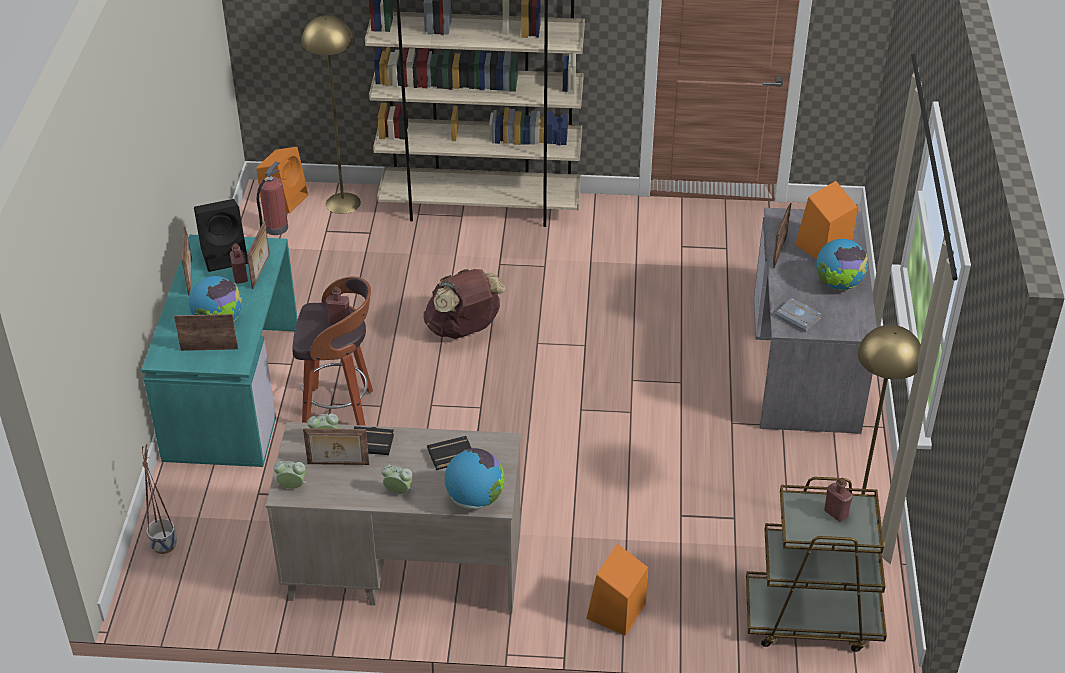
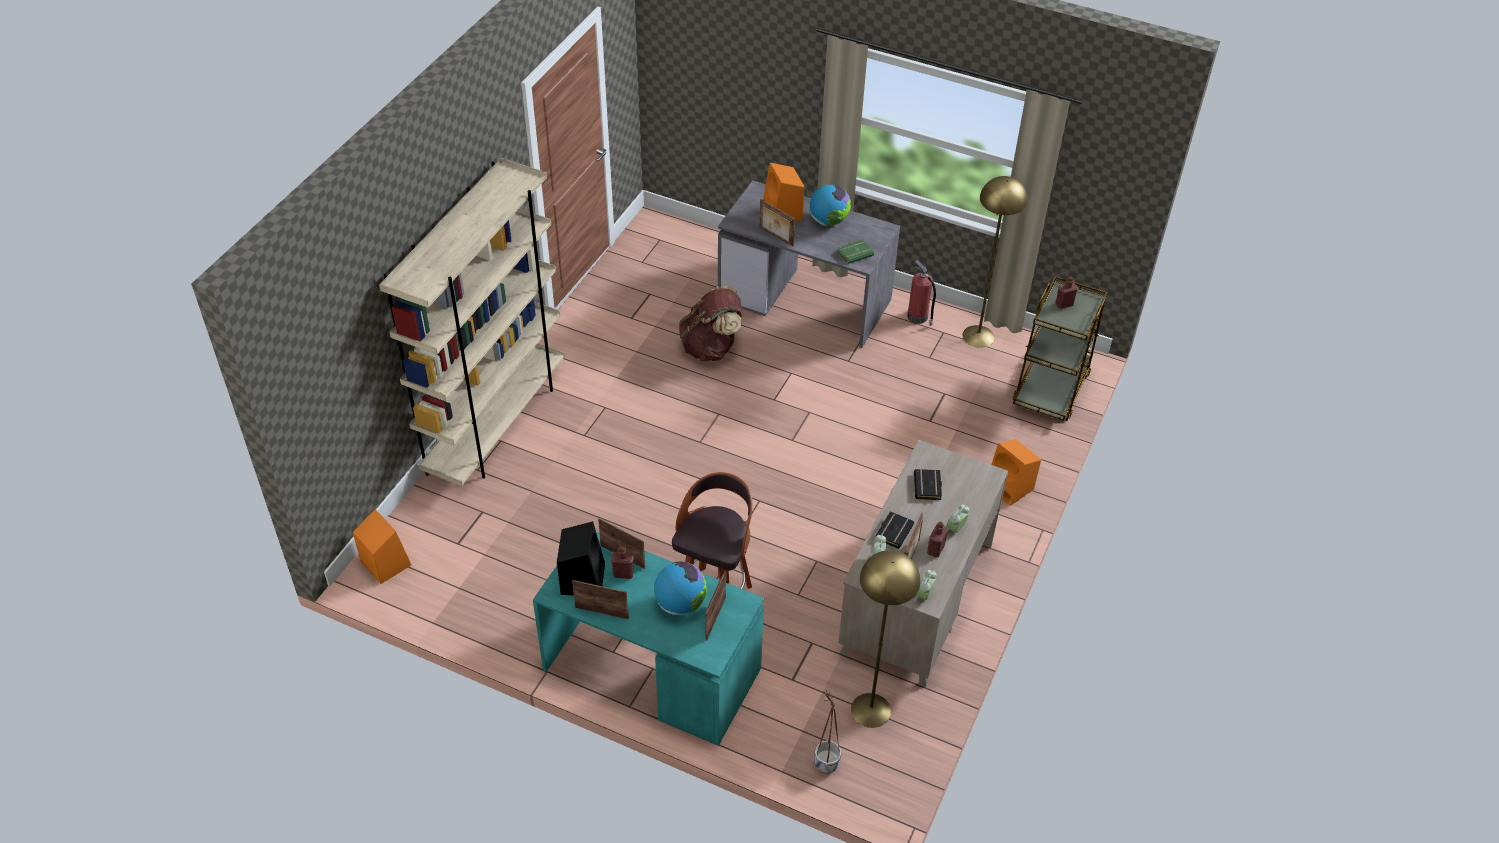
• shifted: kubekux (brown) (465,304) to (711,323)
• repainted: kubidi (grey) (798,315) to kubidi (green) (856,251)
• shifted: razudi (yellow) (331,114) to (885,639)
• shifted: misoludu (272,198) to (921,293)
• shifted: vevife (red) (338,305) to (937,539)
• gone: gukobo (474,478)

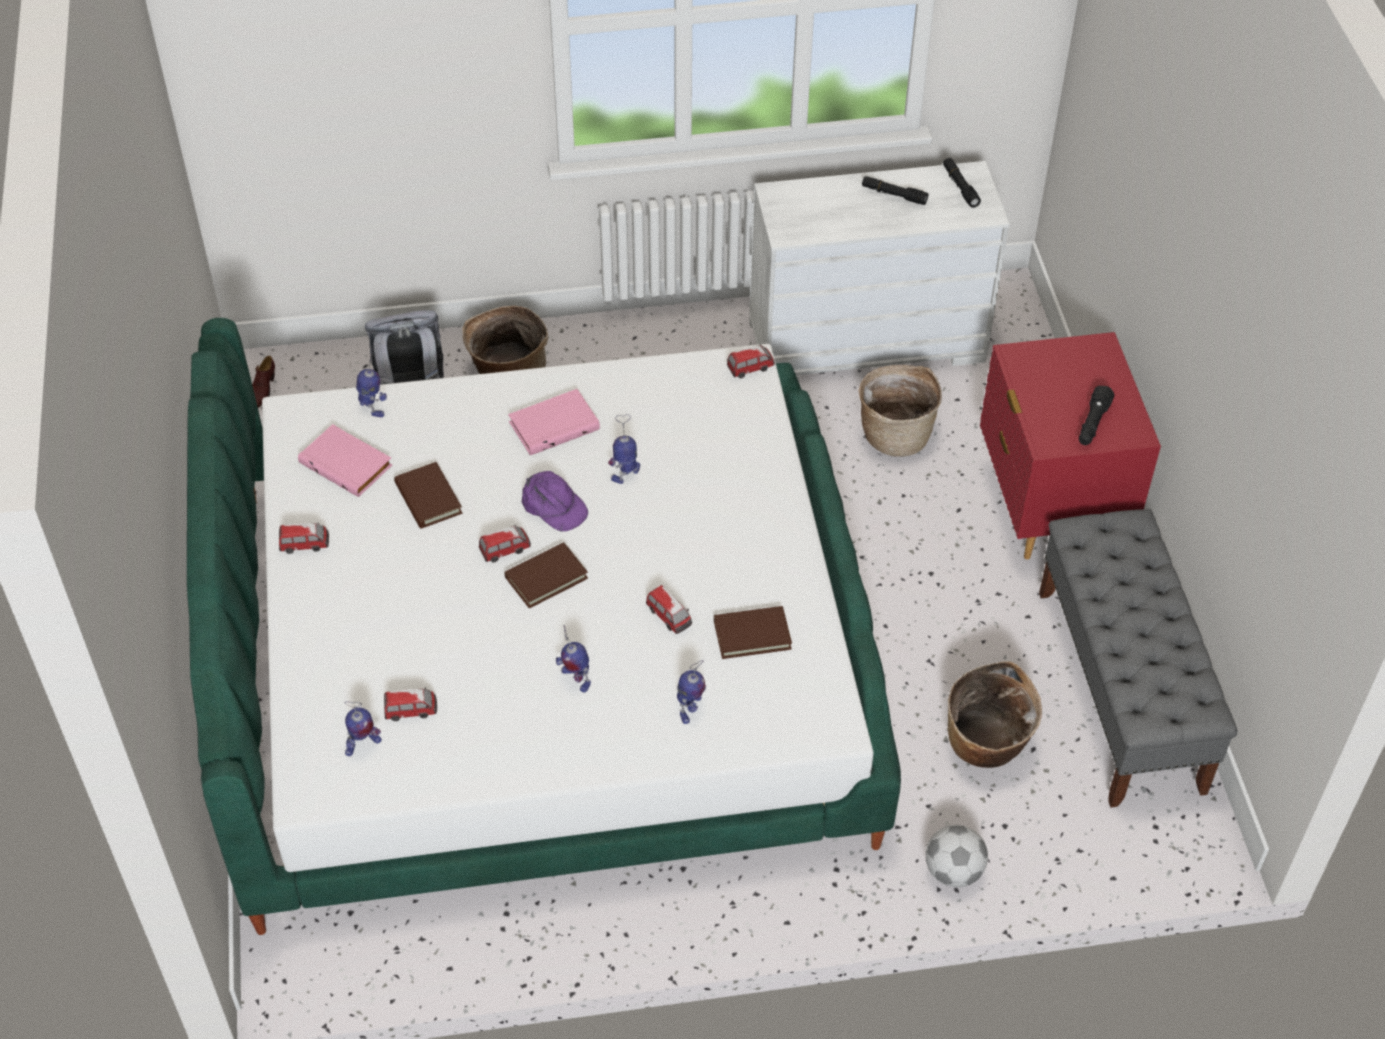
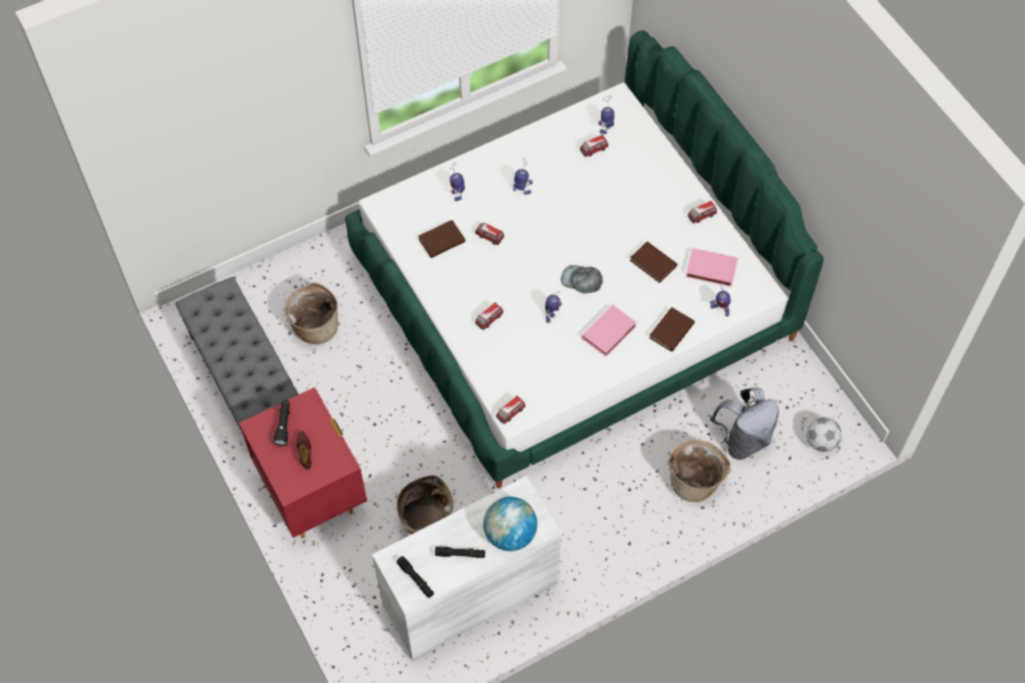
• shifted: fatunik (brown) (263,382) to (304,450)
• shifted: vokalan (505,544) to (489,316)
• new: gukobo (510,524)
• repainted: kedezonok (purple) (555,501) to kedezonok (grey) (582,279)
• shifted: kubidi (brown) (546,575) to (672,329)
• shifted: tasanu (957,856) to (824,434)

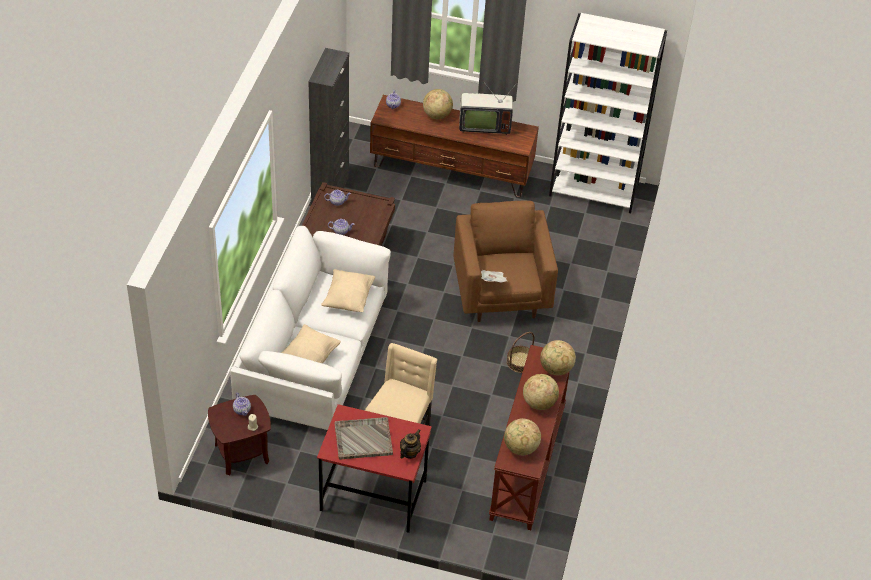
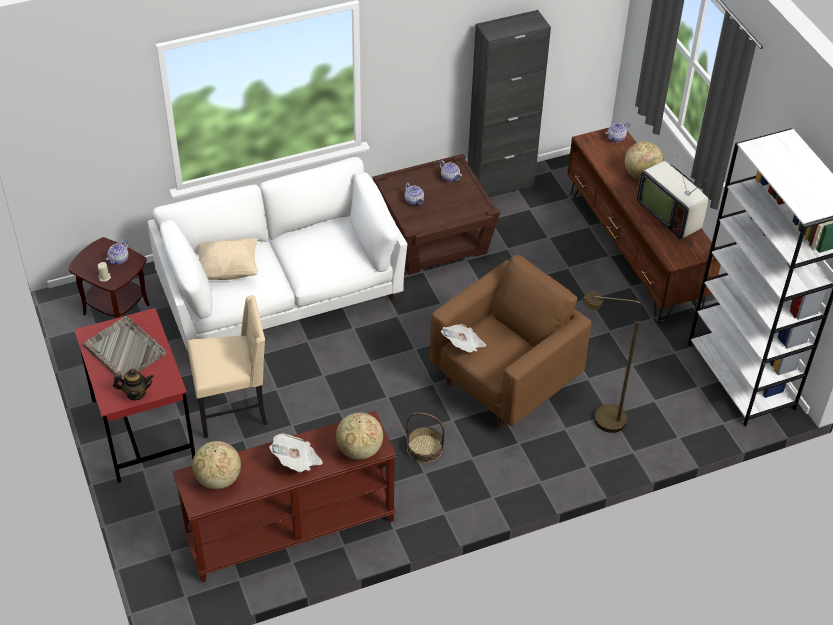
• swapped: gukobo (541,392) to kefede (296,452)
• new: razudi (brown) (612,362)
• gone: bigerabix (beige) (348,290)

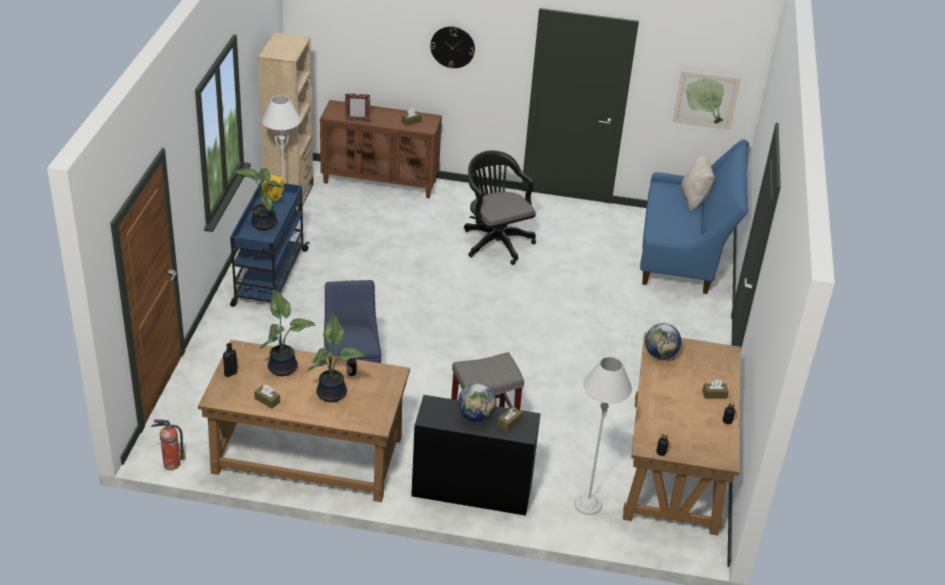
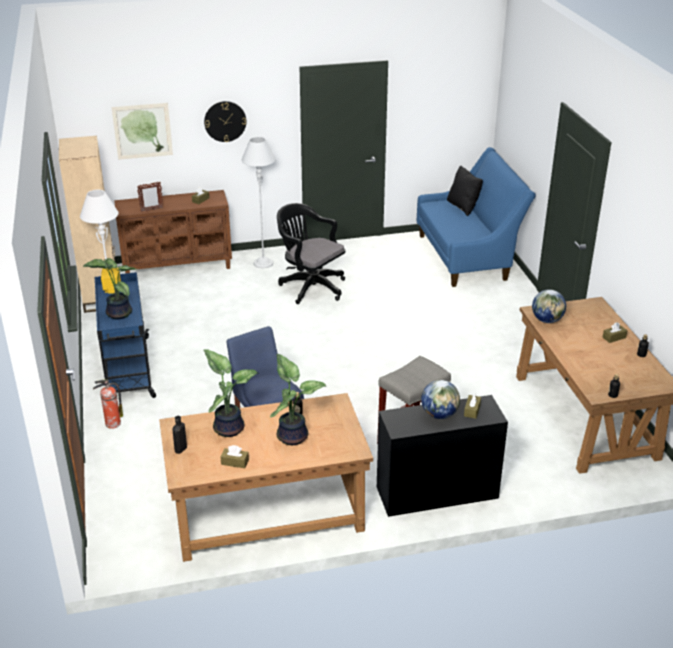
• shifted: misoludu (168,444) to (108,404)
• shifted: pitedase (707,100) to (142,131)
• shifted: razudi (grey) (603,436) to (259,202)
• repainted: bigerabix (beige) (698,181) to bigerabix (black) (465,191)

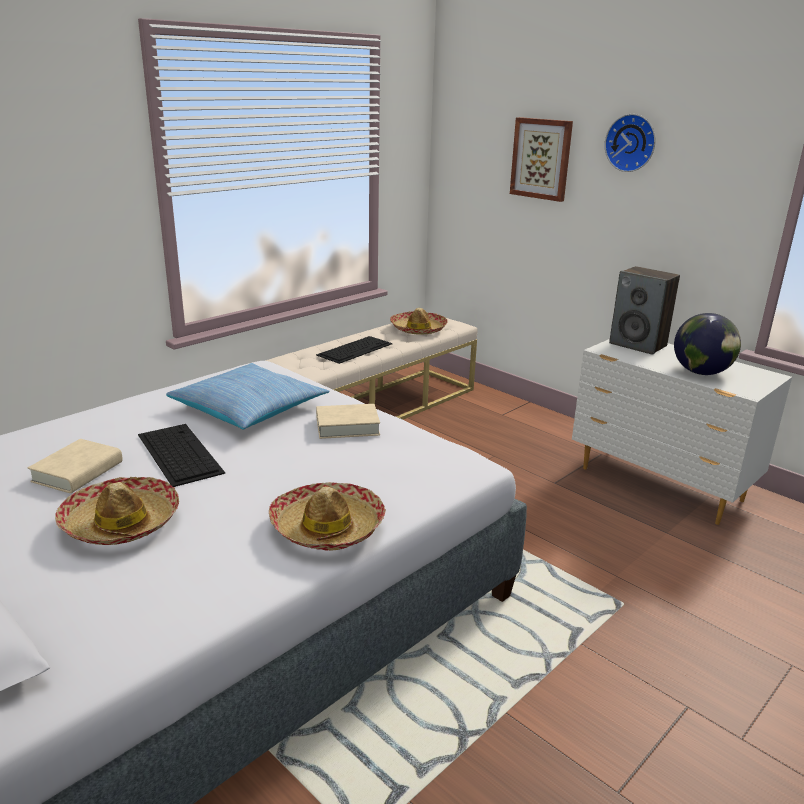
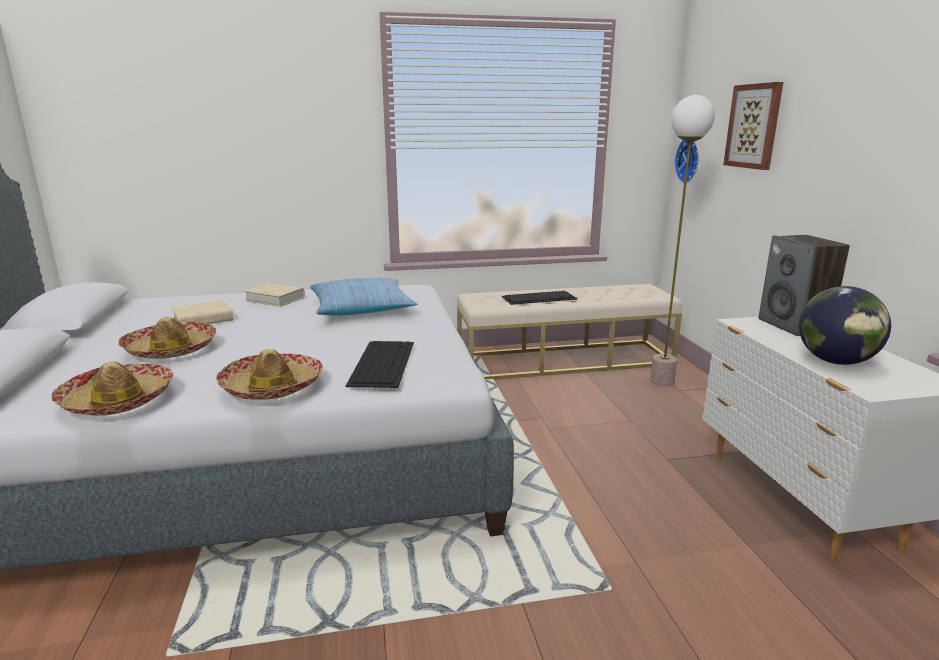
• shifted: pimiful (419,321) to (112,388)
• shifted: kubidi (beige) (348,421) to (274,295)
• shifted: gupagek (181,455) to (380,364)
• new: razudi (682,240)
• shifted: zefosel (630,143) to (686,161)

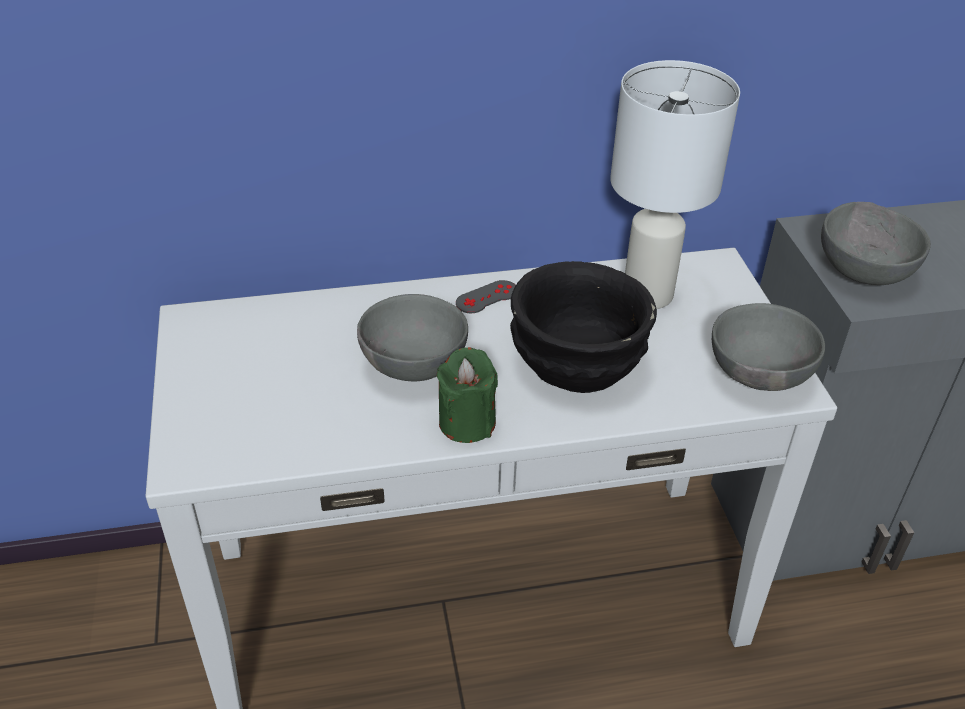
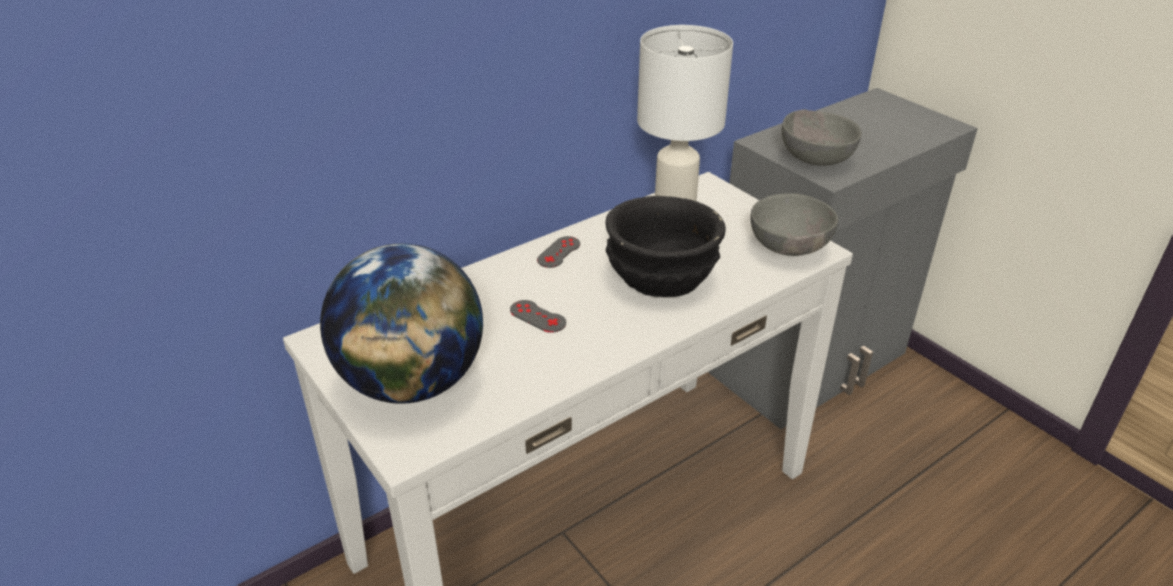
• new: gukobo (401,323)
• swapped: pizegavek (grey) (412,337) to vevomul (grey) (538,316)
• gone: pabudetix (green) (467,395)

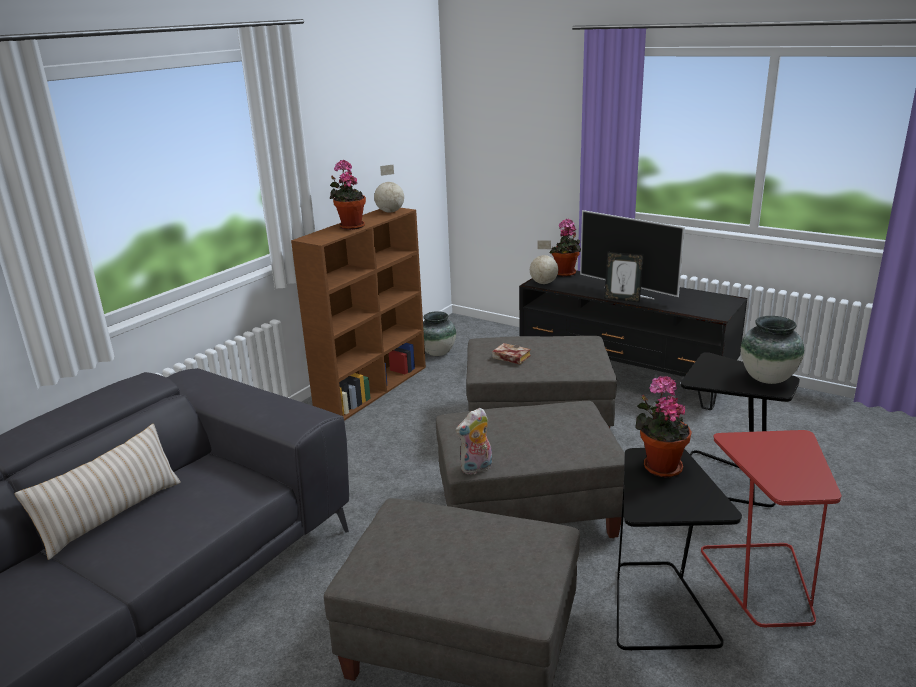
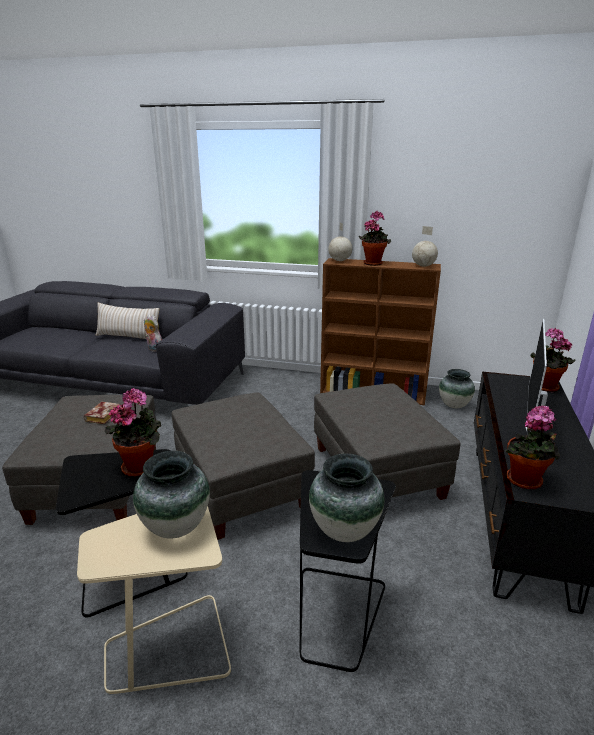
• repainted: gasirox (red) (771,529) to gasirox (beige) (154,600)
• shifted: kubidi (511,353) to (101,413)
• new: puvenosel (171,494)
• shifted: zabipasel (473,441) to (153,333)
• shifted: gukobo (544,262) to (340,241)
• new: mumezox (532,447)
• gone: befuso (624,277)

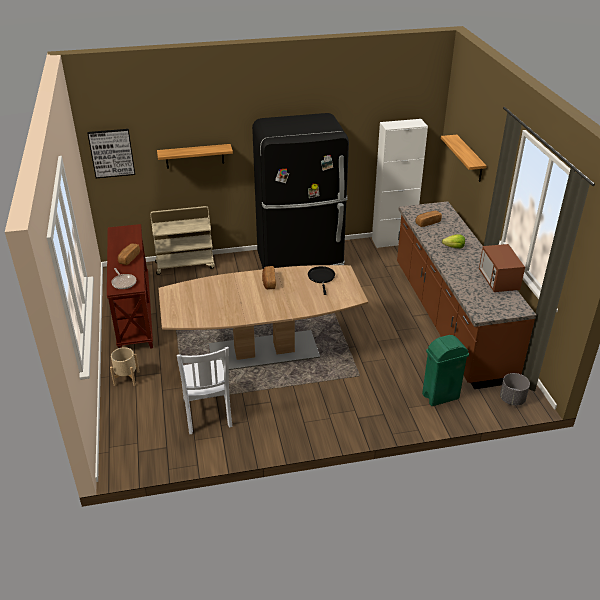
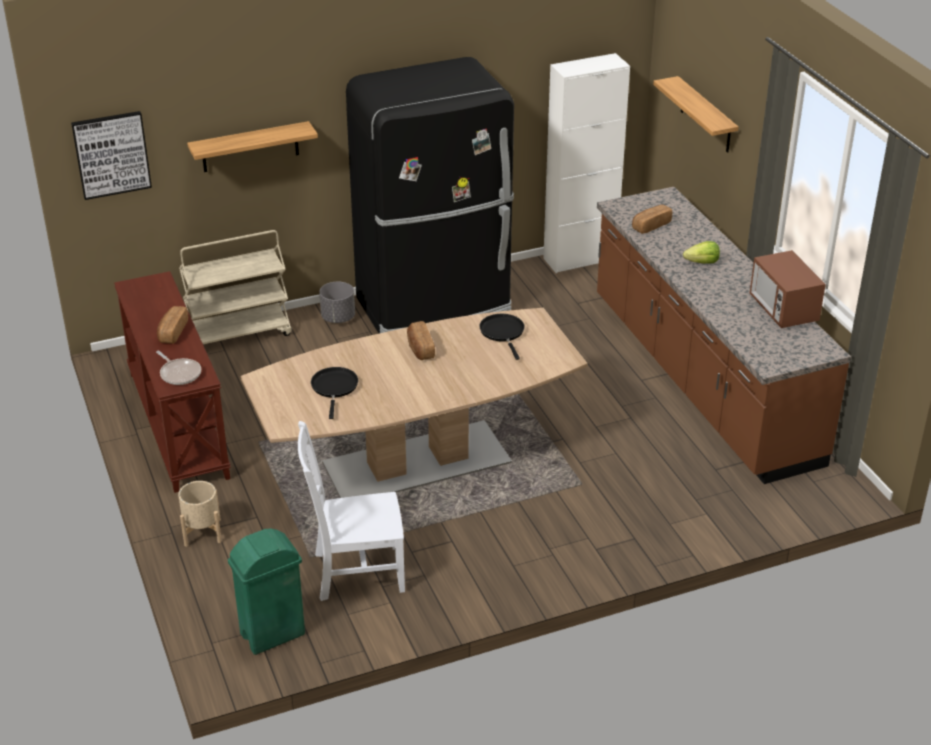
• shifted: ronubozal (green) (445,370) to (266,591)
• rotated: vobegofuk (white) (204,390) = (351,511) 105 degrees clockwise
• new: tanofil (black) (334,393)
• shifted: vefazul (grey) (515,389) to (337,302)

